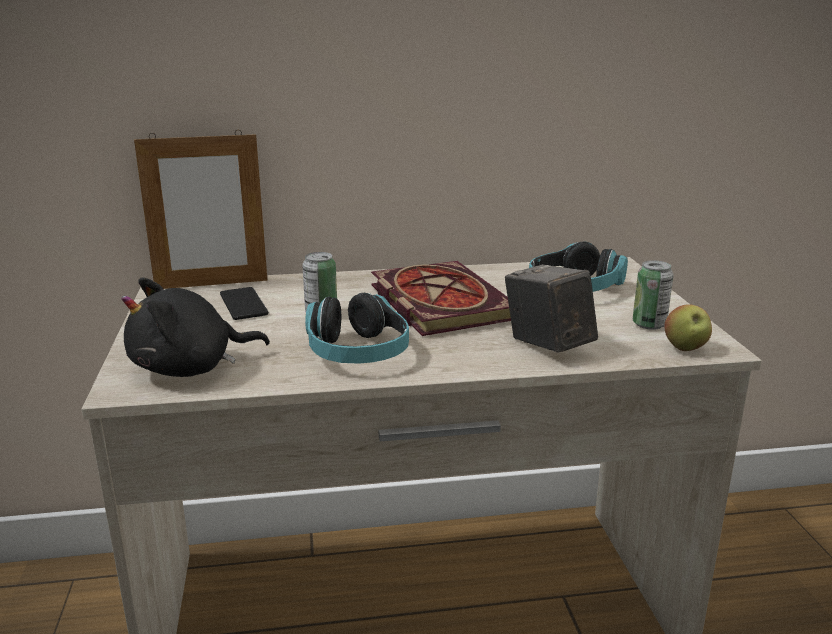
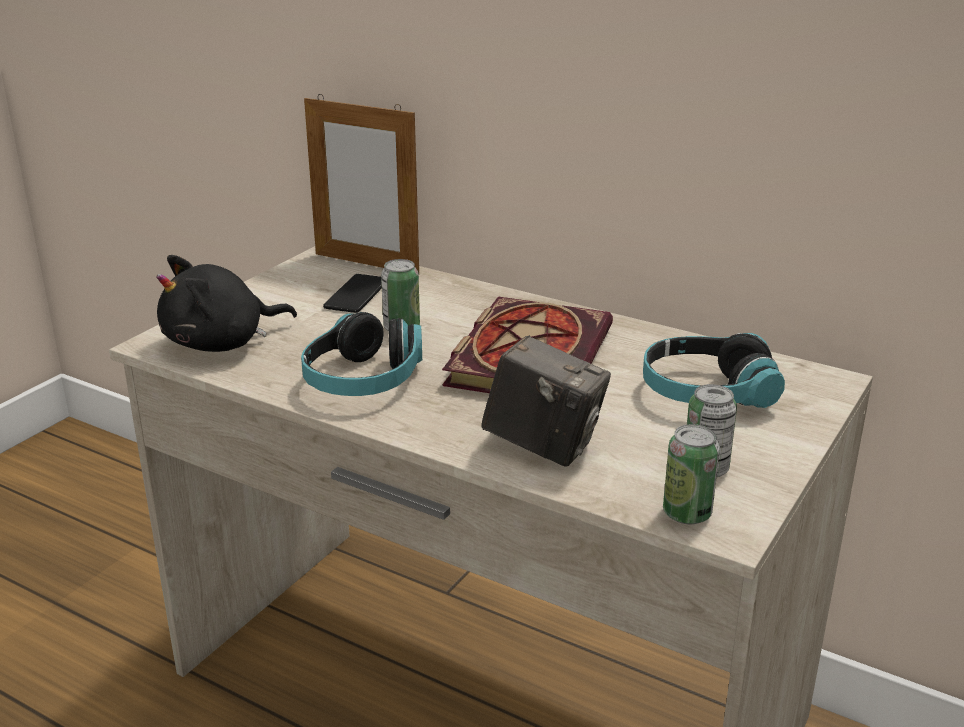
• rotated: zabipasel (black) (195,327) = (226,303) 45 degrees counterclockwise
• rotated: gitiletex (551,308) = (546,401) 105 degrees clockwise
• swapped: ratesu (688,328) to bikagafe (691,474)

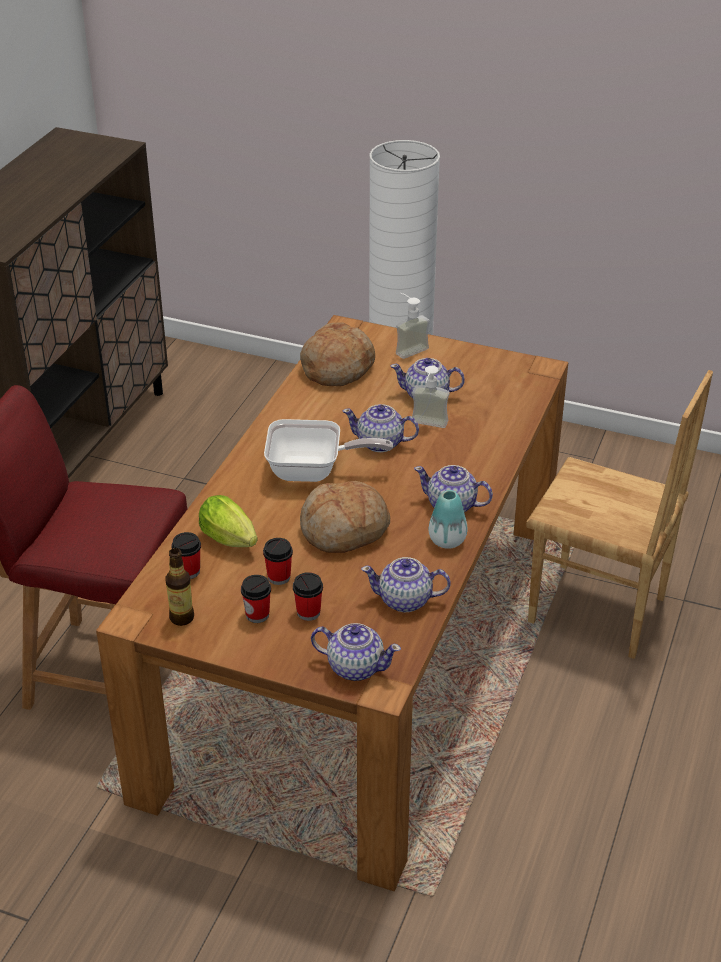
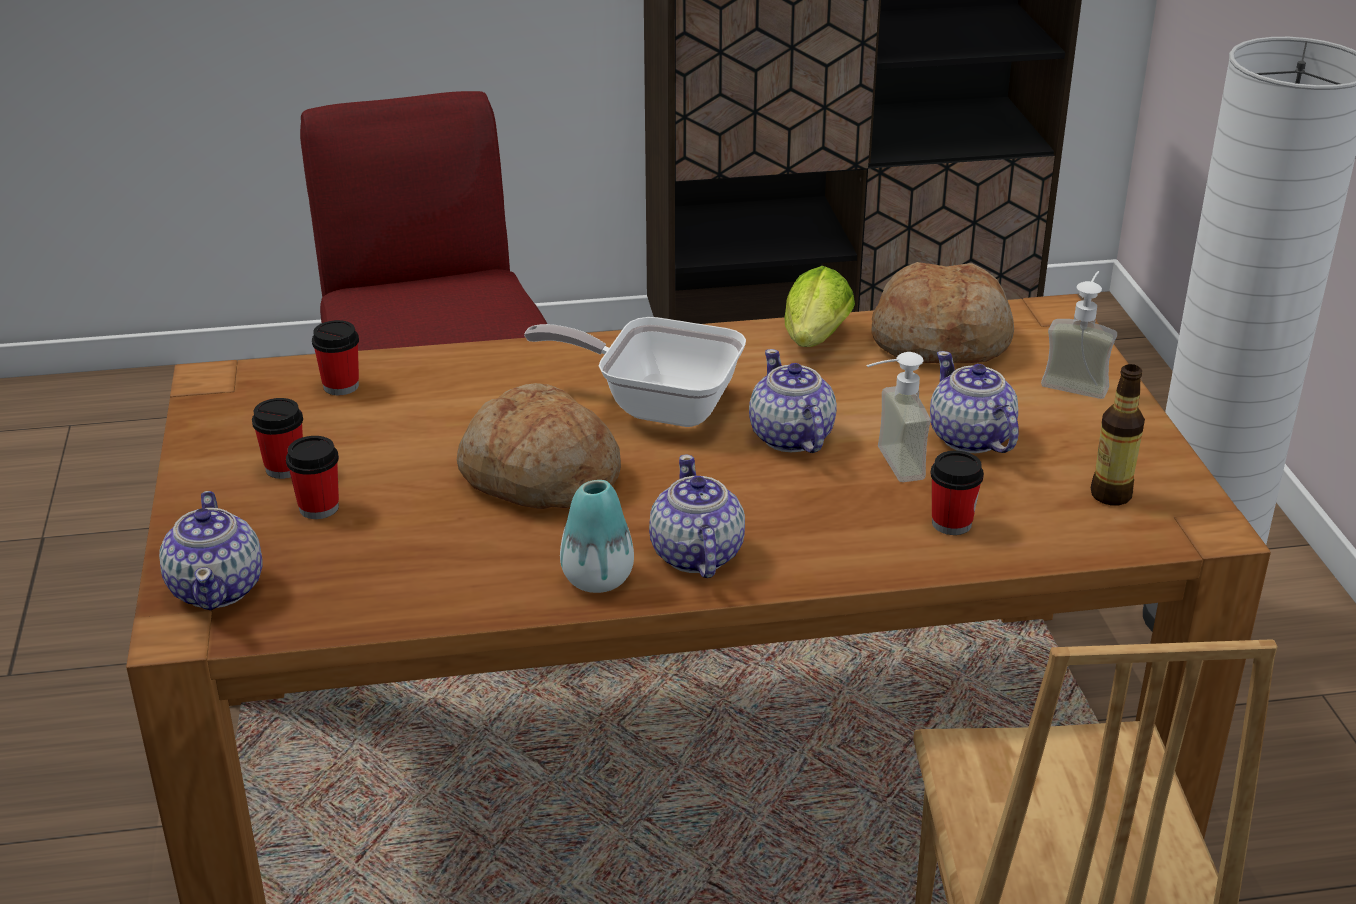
• rotated: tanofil (328,450) = (635,372) 135 degrees clockwise
• shifted: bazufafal (228,521) to (819,306)
• shifted: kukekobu (278,561) to (957,493)
• shifted: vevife (180,587) to (1118,434)
• gone: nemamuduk (406,584)

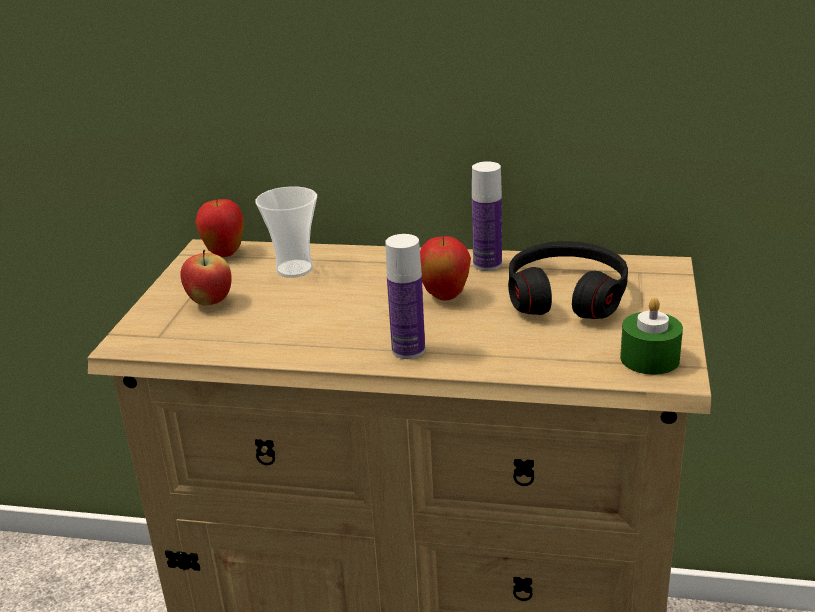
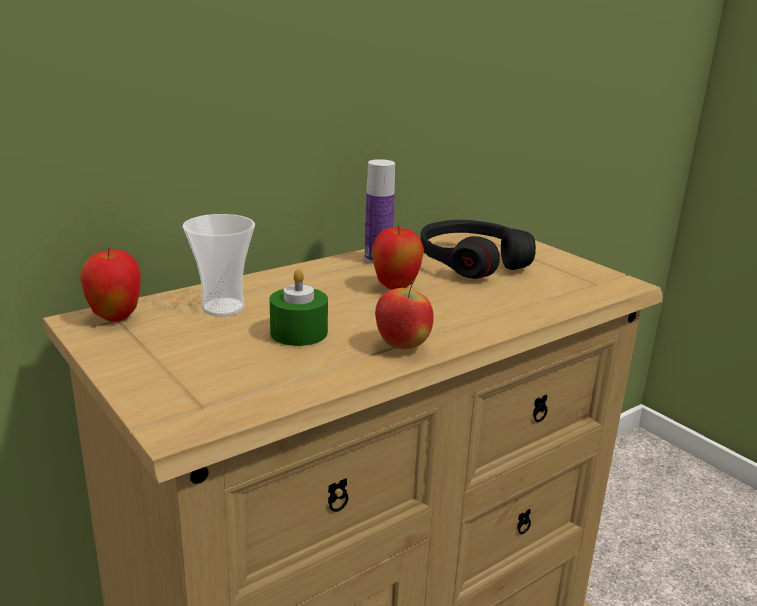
• shifted: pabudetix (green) (651,336) to (299,307)
• shifted: ratesu (206,277) to (404,315)
• gone: vevife (405,296)

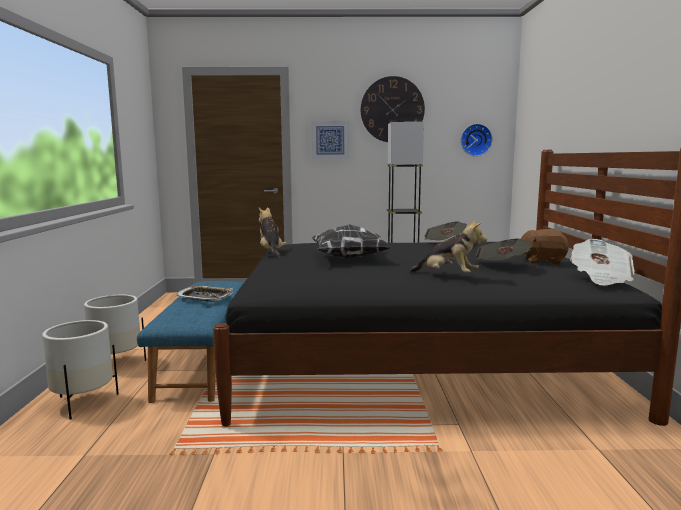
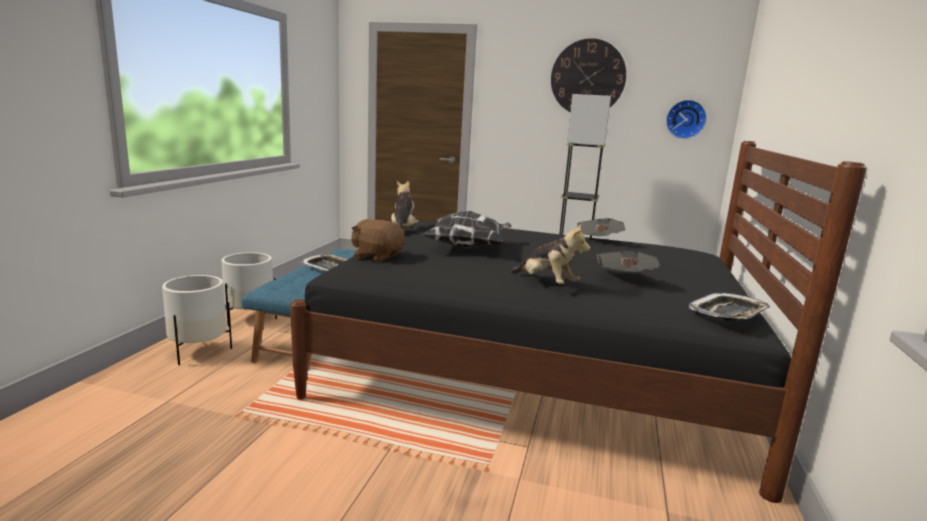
• shifted: zabipasel (brown) (545,247) to (377,240)
• swapped: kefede (602,262) to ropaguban (729,307)
• gone: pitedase (330,140)

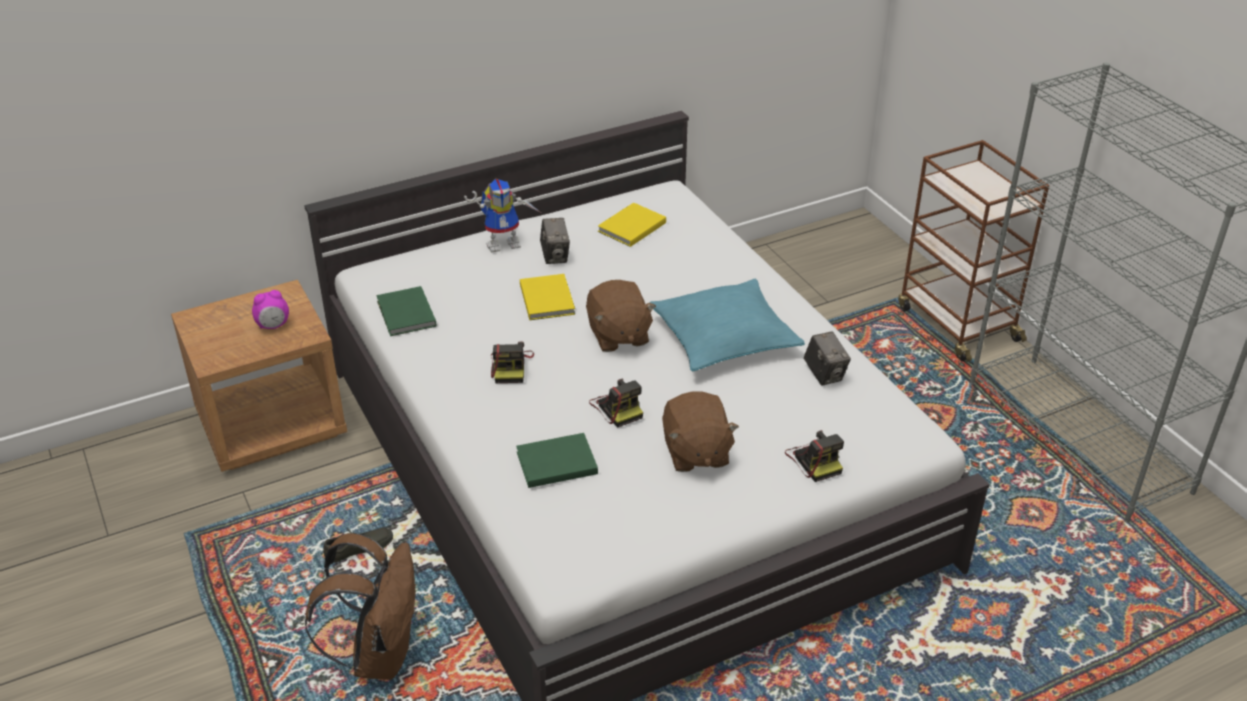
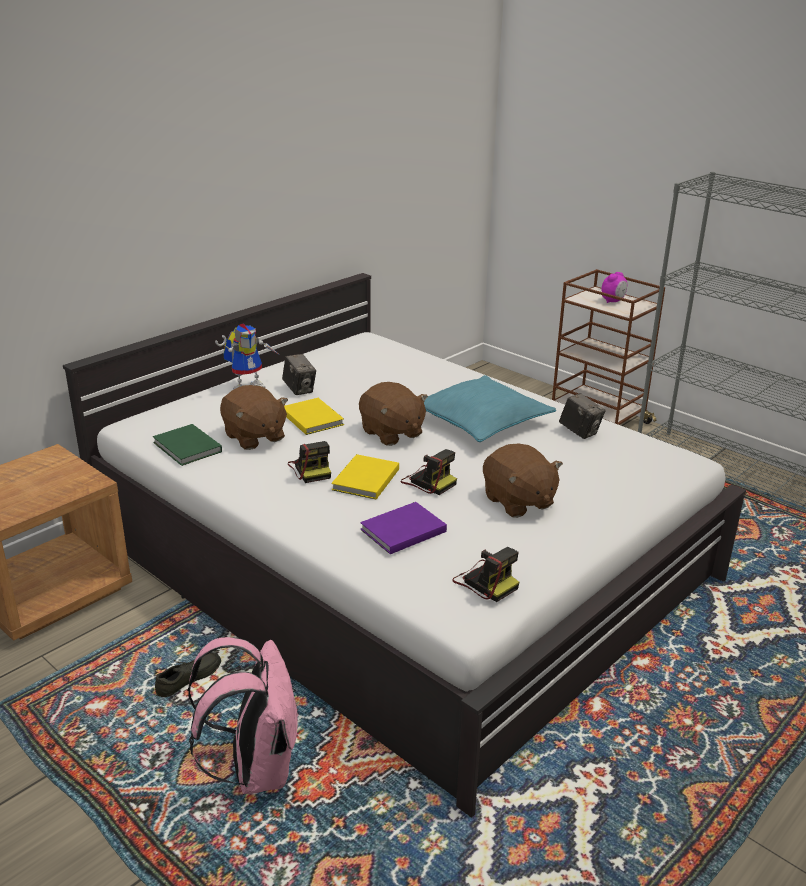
• repainted: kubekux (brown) (360,606) to kubekux (pink) (242,715)
• new: zabipasel (brown) (254,417)
• shifted: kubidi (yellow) (632,225) to (365,477)
• repainted: kubidi (green) (557,460) to kubidi (purple) (403,528)
• shifted: gitiletex (814,456) to (485,574)
• shifted: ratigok (270,309) to (614,287)

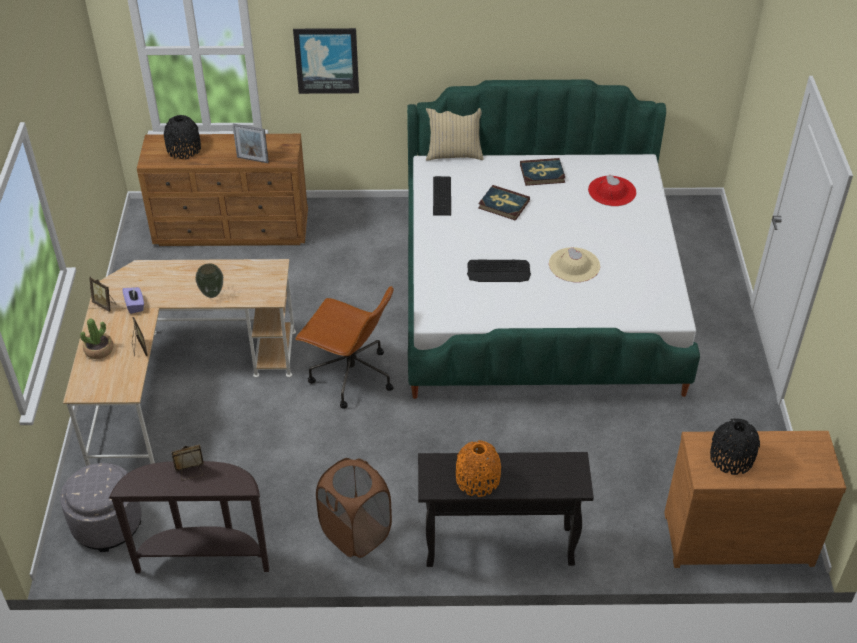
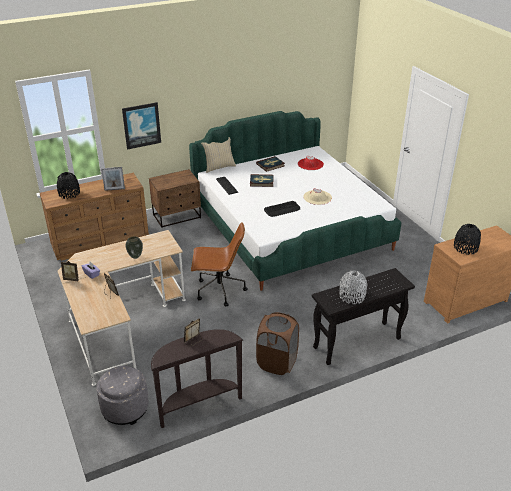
• new: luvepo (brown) (175,198)
• repainted: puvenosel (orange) (478,468) to puvenosel (grey) (353,287)
• gone: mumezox (96,339)

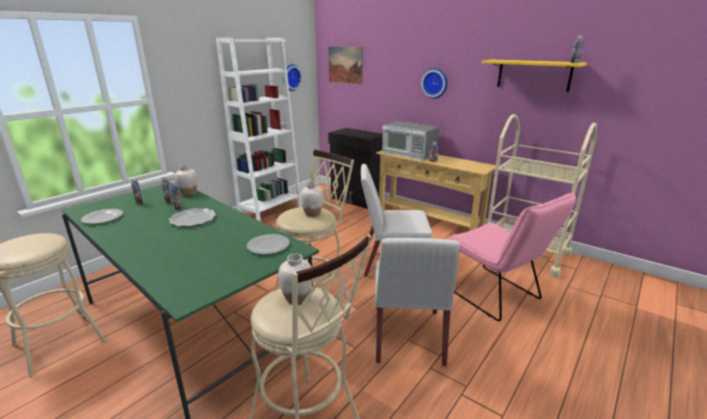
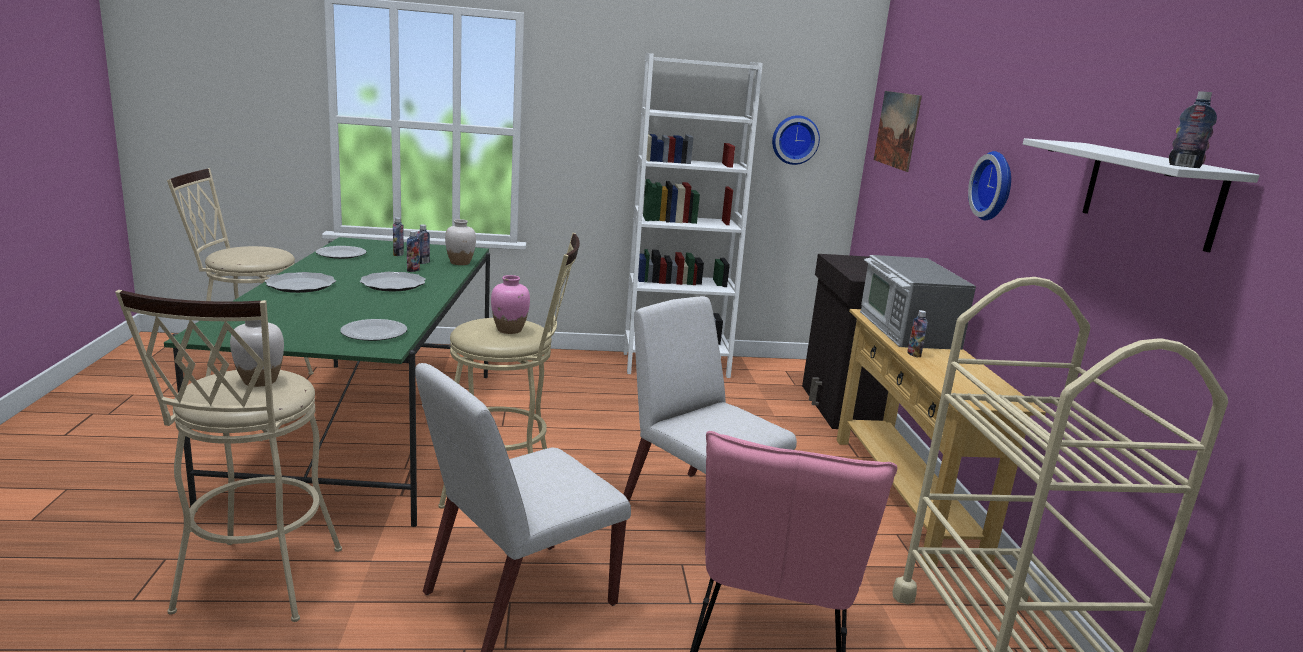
• new: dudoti (300,282)
• repainted: puvenosel (white) (312,199) to puvenosel (pink) (510,304)
• repainted: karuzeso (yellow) (534,76) to karuzeso (white) (1141,195)

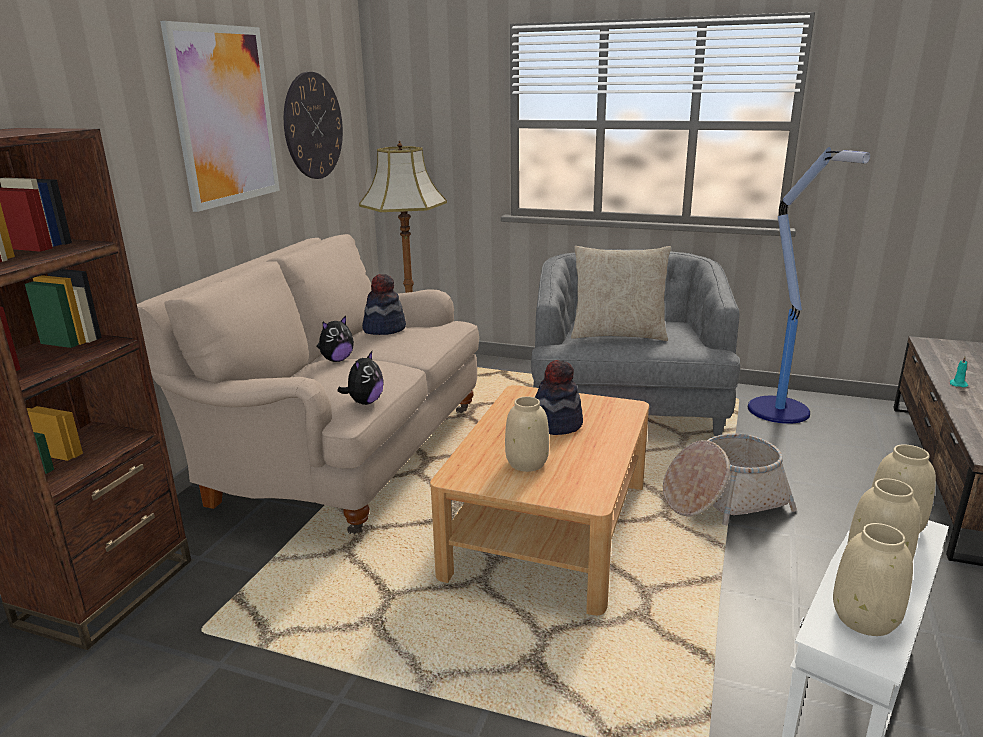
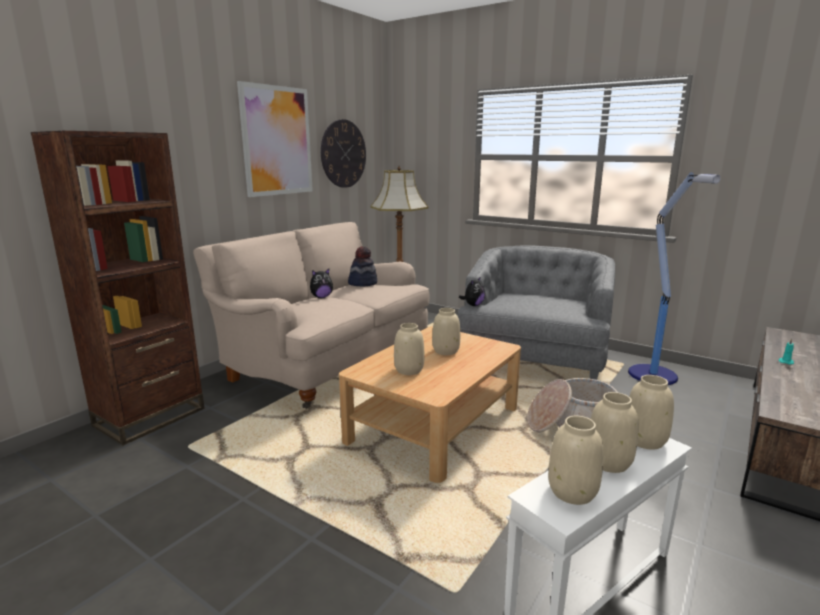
• swapped: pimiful (558,397) to puvenosel (beige) (446,331)
• shifted: zabipasel (360,378) to (472,291)
• gone: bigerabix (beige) (621,293)

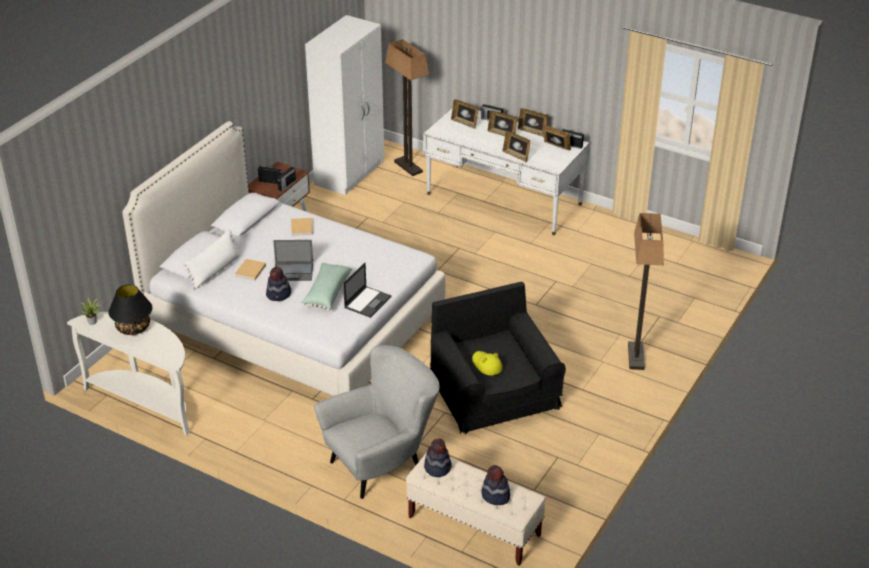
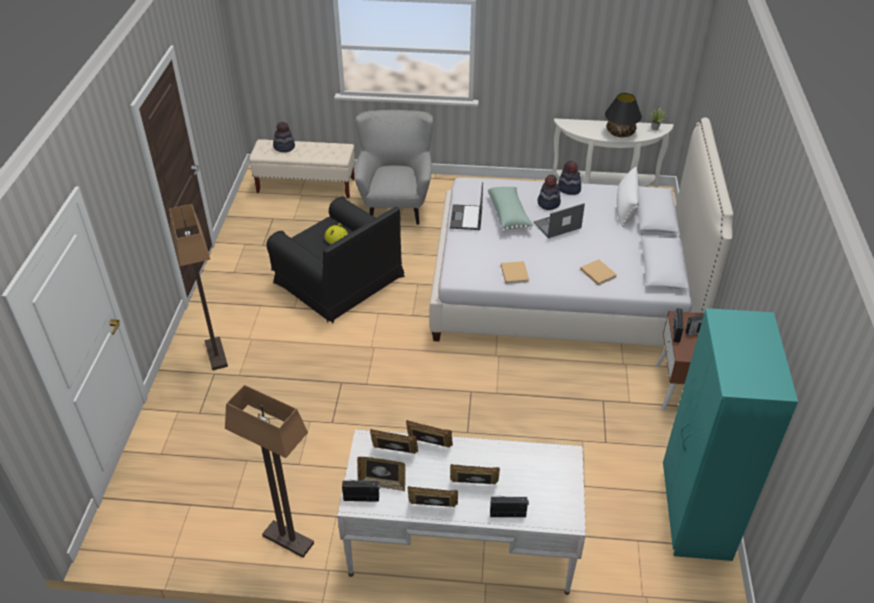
• shifted: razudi (407,107) to (269,471)
• rotated: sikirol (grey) (377,422) = (393,167) 150 degrees clockwise
• shifted: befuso (464,114) to (394,441)
• shifted: kubidi (beige) (250,269) to (515,272)
• shifted: pimiful (438,458) to (569,178)
• repainted: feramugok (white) (344,105) to feramugok (turquoise) (730,434)

